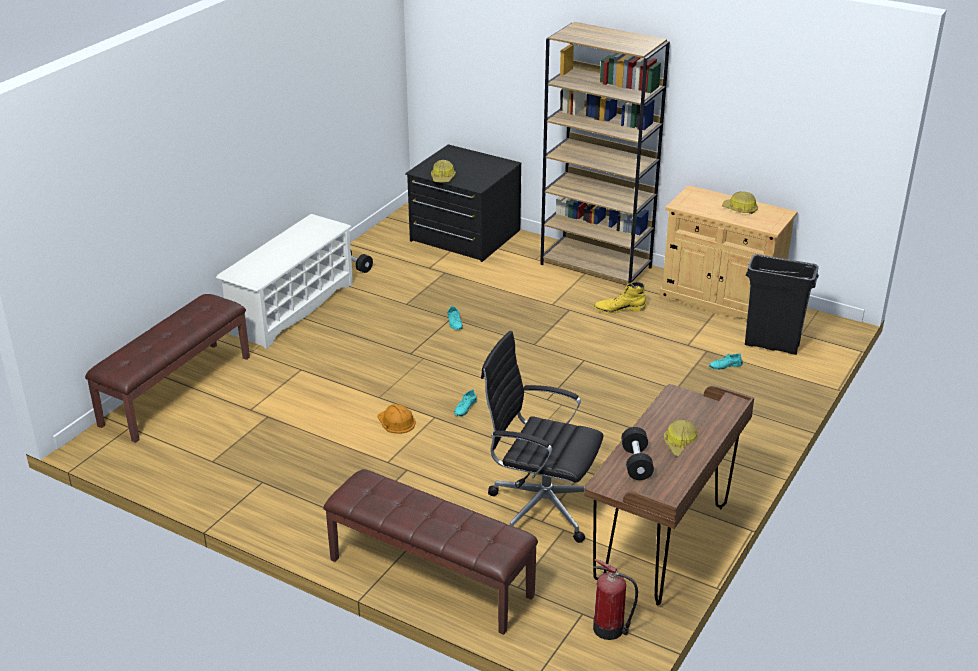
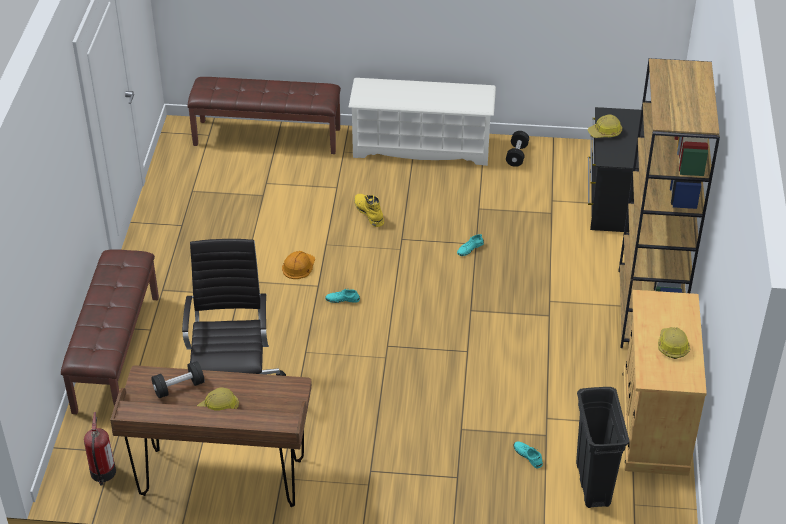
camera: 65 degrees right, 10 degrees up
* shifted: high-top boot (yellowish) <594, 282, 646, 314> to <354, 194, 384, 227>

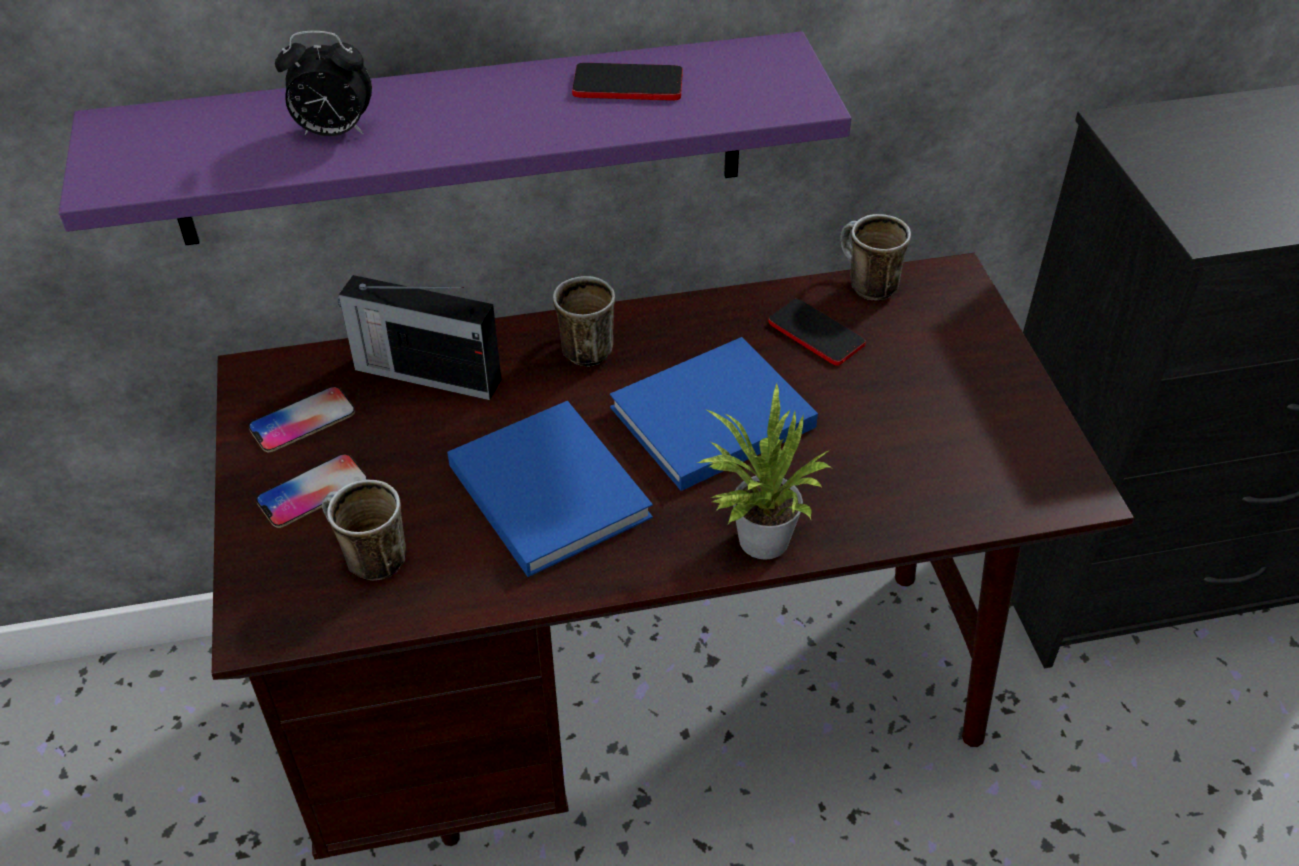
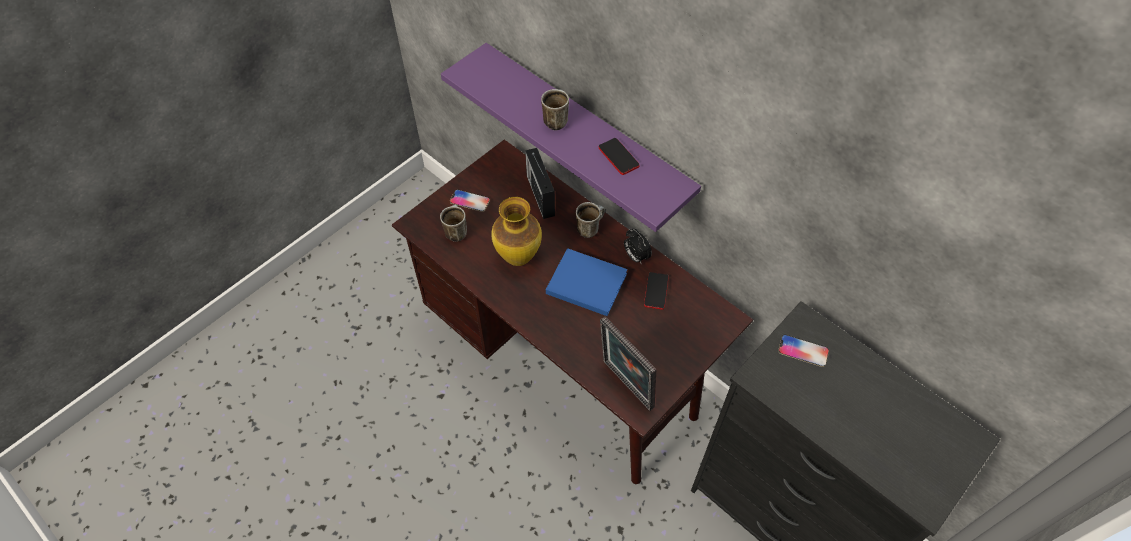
camera: 55 degrees right, 10 degrees up
* gone: houseplant <698, 383, 831, 560>
* new: picture frame <600, 317, 656, 411>
* shifted: handset <248, 386, 355, 452> to <778, 334, 829, 367>
* shifted: bedside clock <275, 31, 372, 136> to <624, 229, 652, 265>
* shifted: coffee mug <840, 214, 911, 300> to <541, 89, 569, 130>
* swapped: book (blue-coloured) <447, 401, 653, 577> to decorative vase <491, 197, 542, 266>

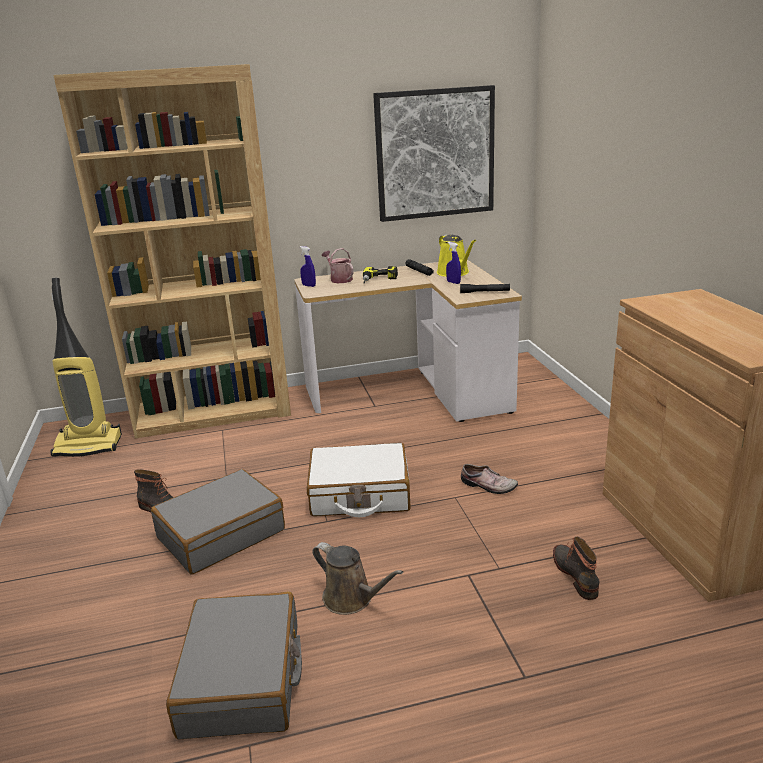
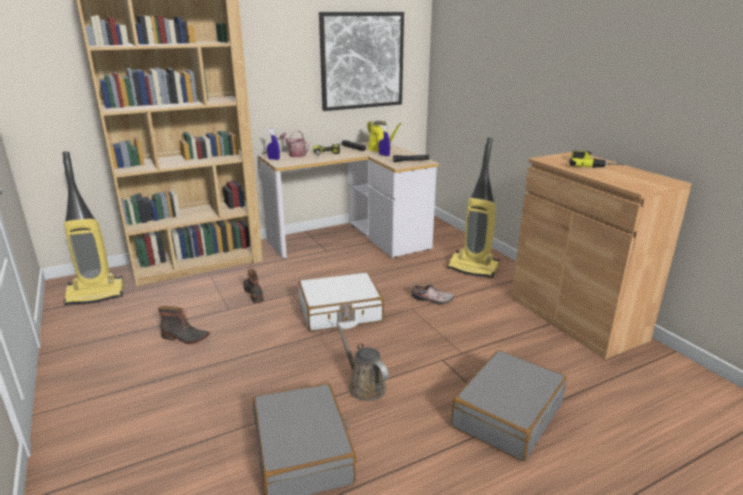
camera: 15 degrees left, 0 degrees up
* new: hoover <447, 138, 500, 278>
* new: electric drill <569, 151, 624, 168>
* shifted: piece of luggage (grey) <151, 469, 285, 574> to <451, 350, 567, 461>
* shifted: high-top boot <553, 537, 599, 600> to <243, 268, 263, 303>
* rotated: watering pot (brown) <313, 542, 403, 615> = <336, 322, 389, 401> 150 degrees counterclockwise

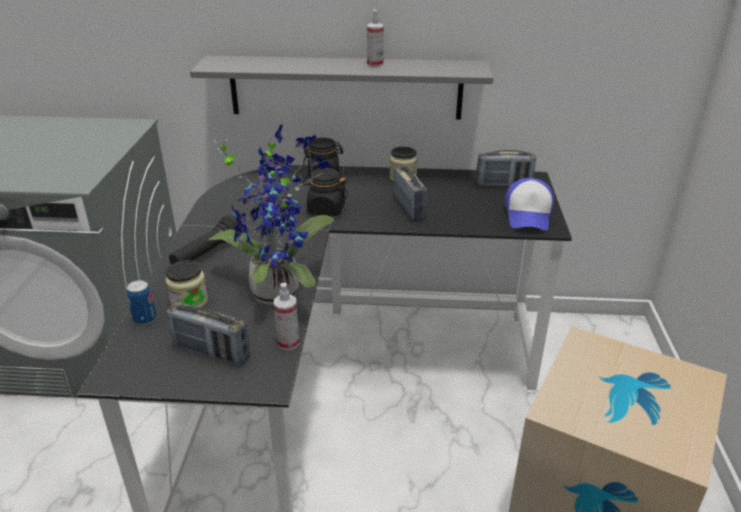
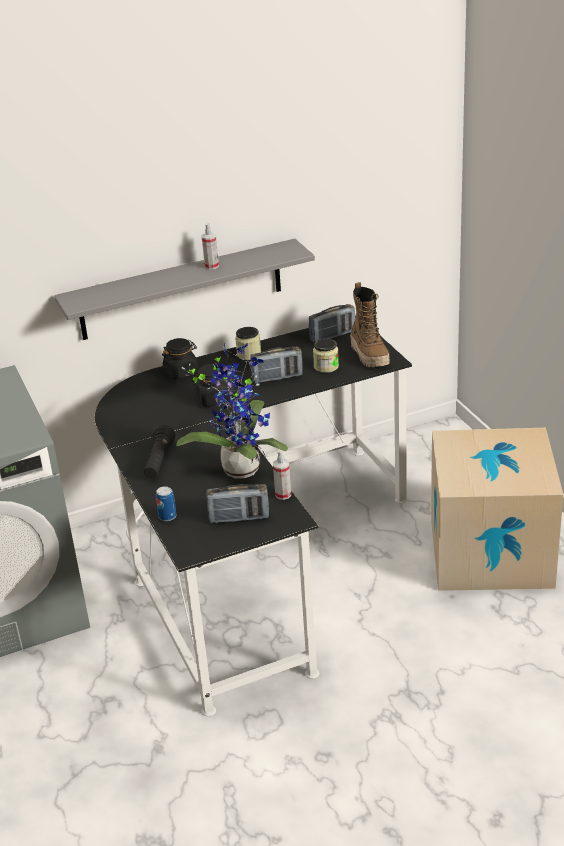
camera: 25 degrees left, 0 degrees up
* shifted: preserve jar <165, 260, 208, 308> to <313, 338, 339, 373>
* swapped: baseball cap <505, 178, 554, 231> to high-top boot <350, 282, 390, 367>
* rotated: radio <394, 165, 427, 221> = <250, 346, 303, 383> 120 degrees clockwise

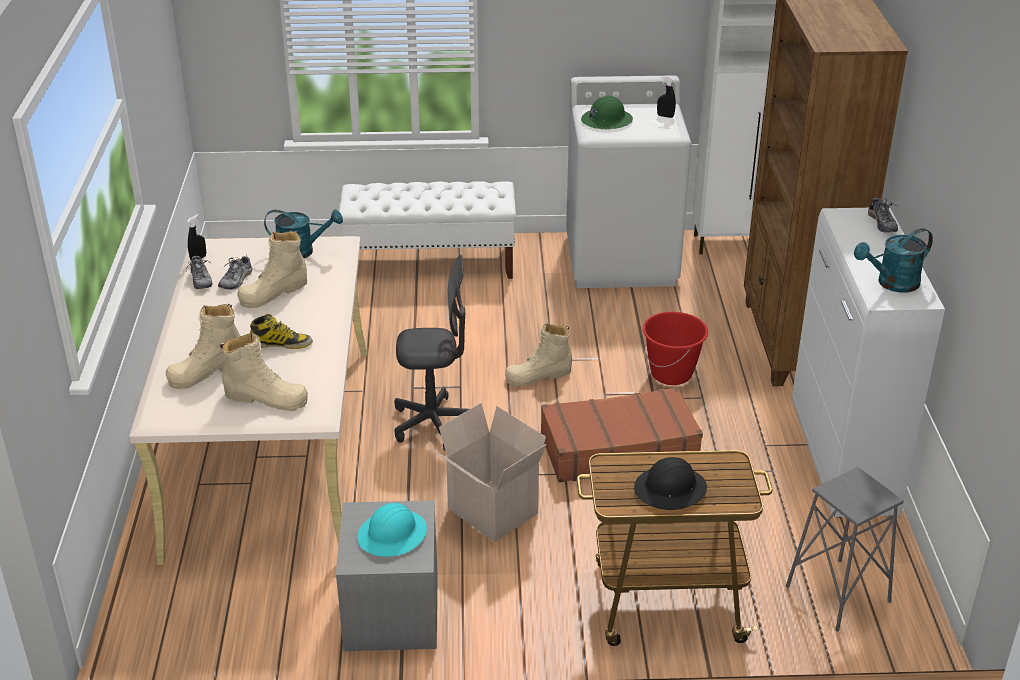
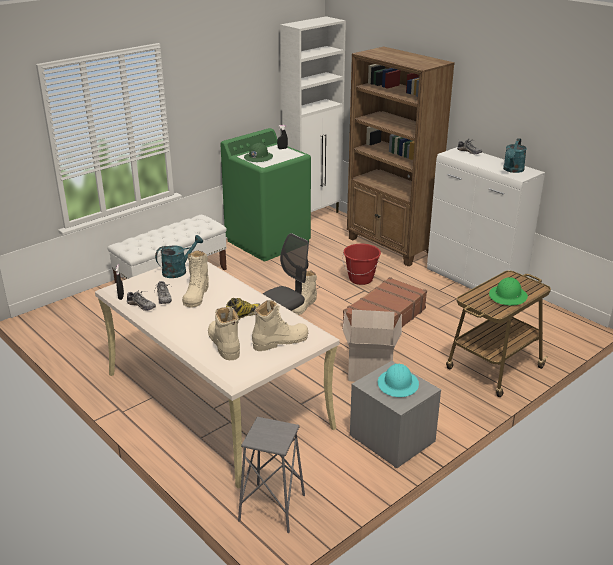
camera: 40 degrees left, 5 degrees down
* shifted: stool seat (grey) <786, 467, 904, 632> to <238, 417, 305, 533>
* repainted: laundry appliance (white) <566, 75, 691, 288> to laundry appliance (greenish) <221, 128, 311, 261>
* repainted: safety helmet (black) <634, 457, 707, 510> to safety helmet (greenish) <489, 277, 528, 306>
* rotated: high-top boot (sand-coloured) <166, 304, 240, 389> = <208, 307, 240, 360> 150 degrees clockwise

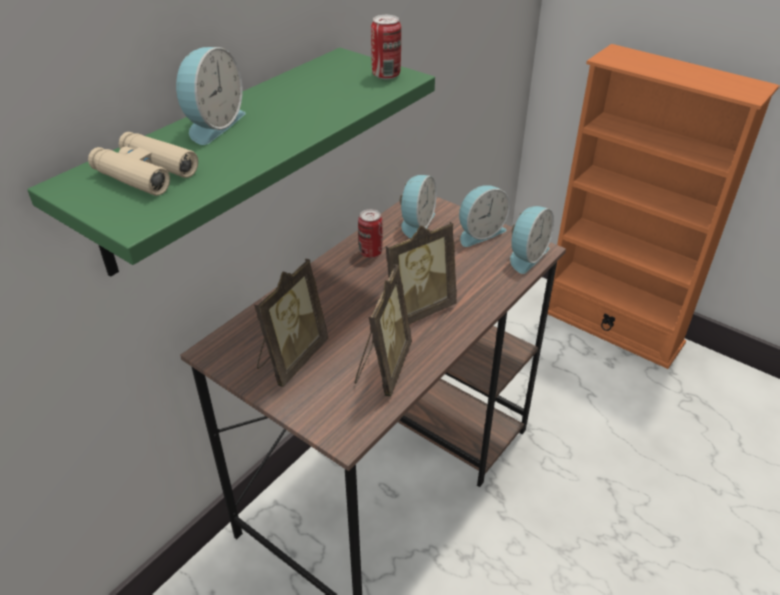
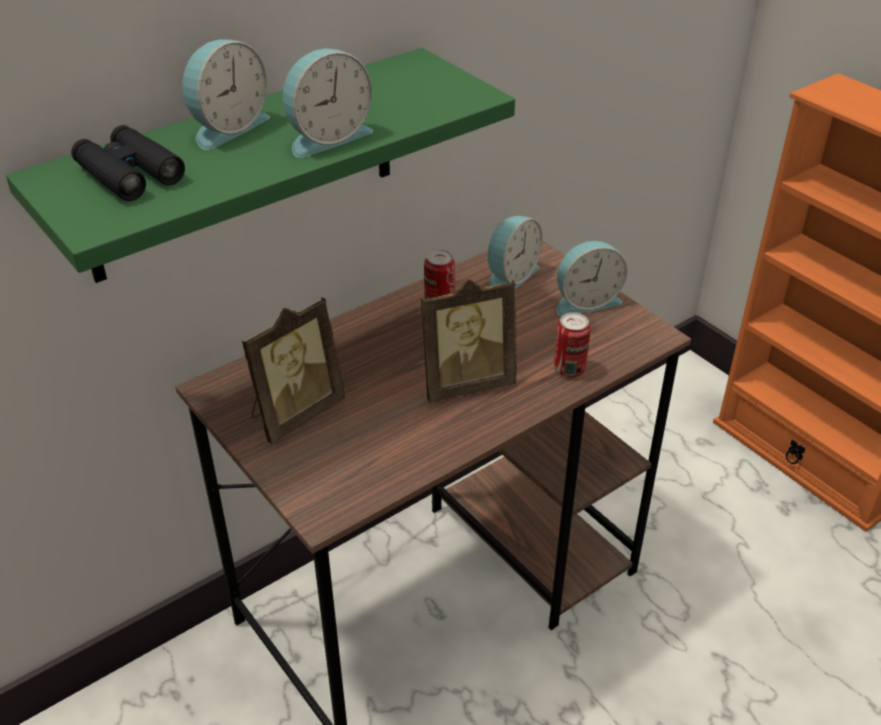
camera: 15 degrees right, 0 degrees up
* gone: picture frame <355, 264, 412, 397>
* shifted: can <371, 15, 401, 79> to <554, 312, 590, 377>
* shifted: bedside clock <510, 206, 554, 274> to <283, 49, 373, 158>
* repainted: field glasses (sand-coloured) <88, 132, 198, 196> to field glasses (black) <71, 125, 185, 201>

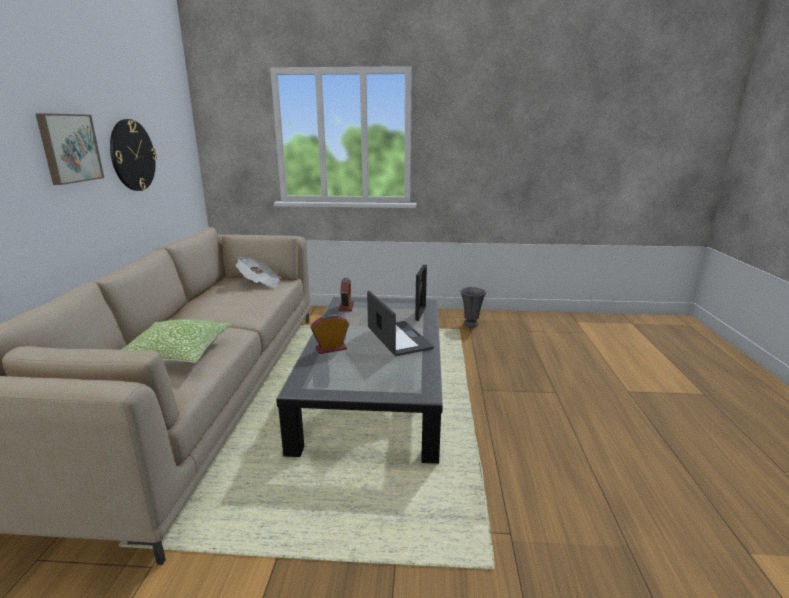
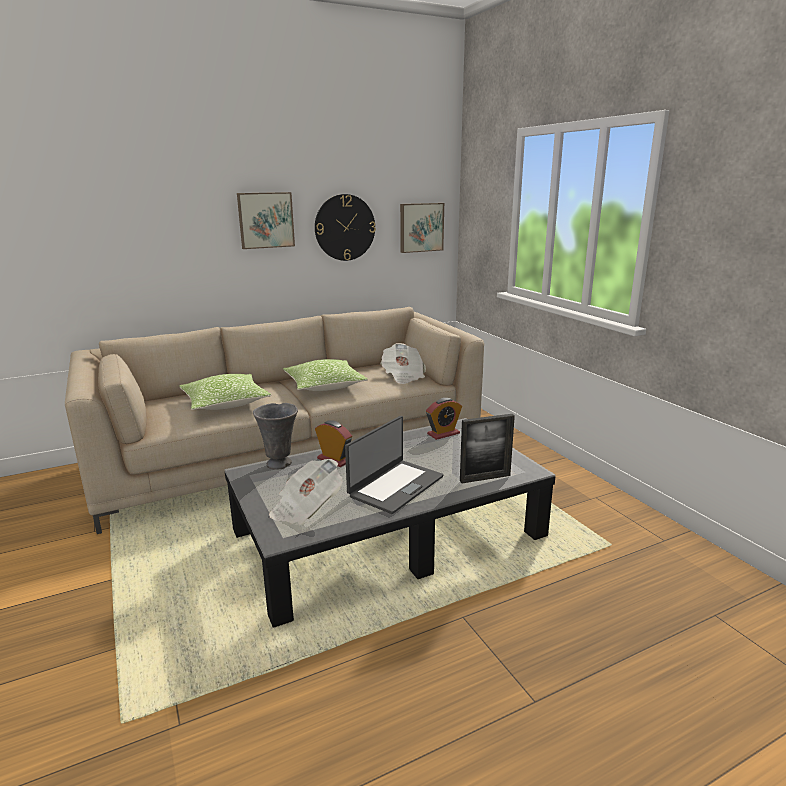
camera: 60 degrees right, 0 degrees up
* new: newspaper <269, 459, 343, 525>
* new: throw pillow <283, 359, 368, 391>
* new: wall picture <400, 203, 444, 253>
* shifted: decorative vase (grey) <460, 287, 486, 327> to <253, 403, 298, 470>

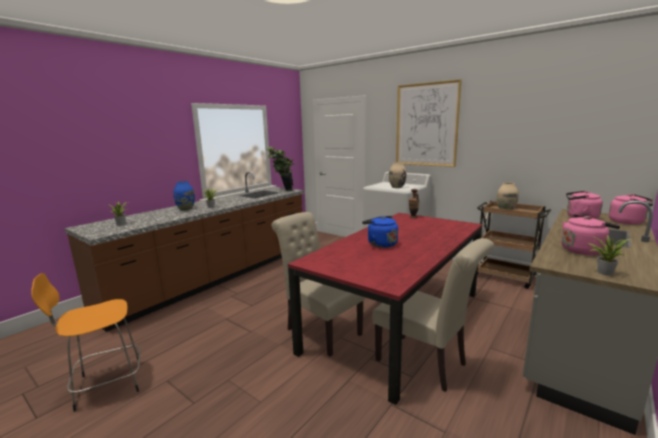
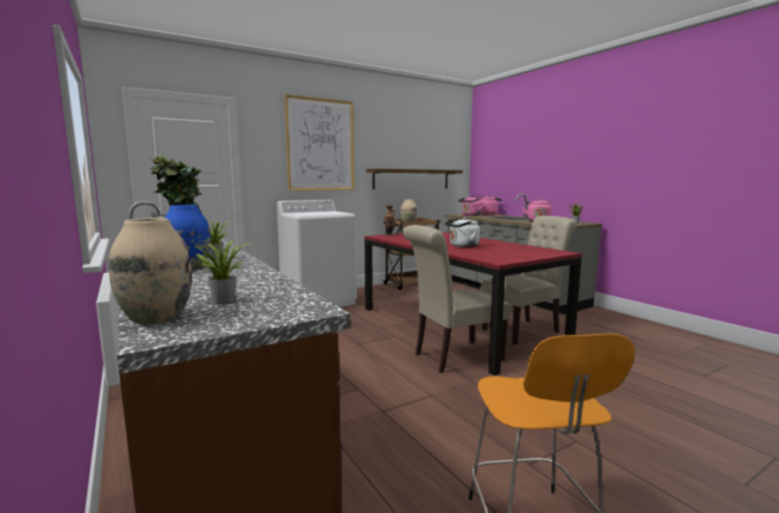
camera: 70 degrees left, 5 degrees down
* new: wall shelf <366, 169, 463, 189>
* shifted: decorative vase (sand-coloured) <389, 162, 407, 188> to <109, 218, 192, 325>
* repainted: tea kettle (blue-coloured) <362, 216, 398, 248> to tea kettle (white) <445, 218, 480, 247>

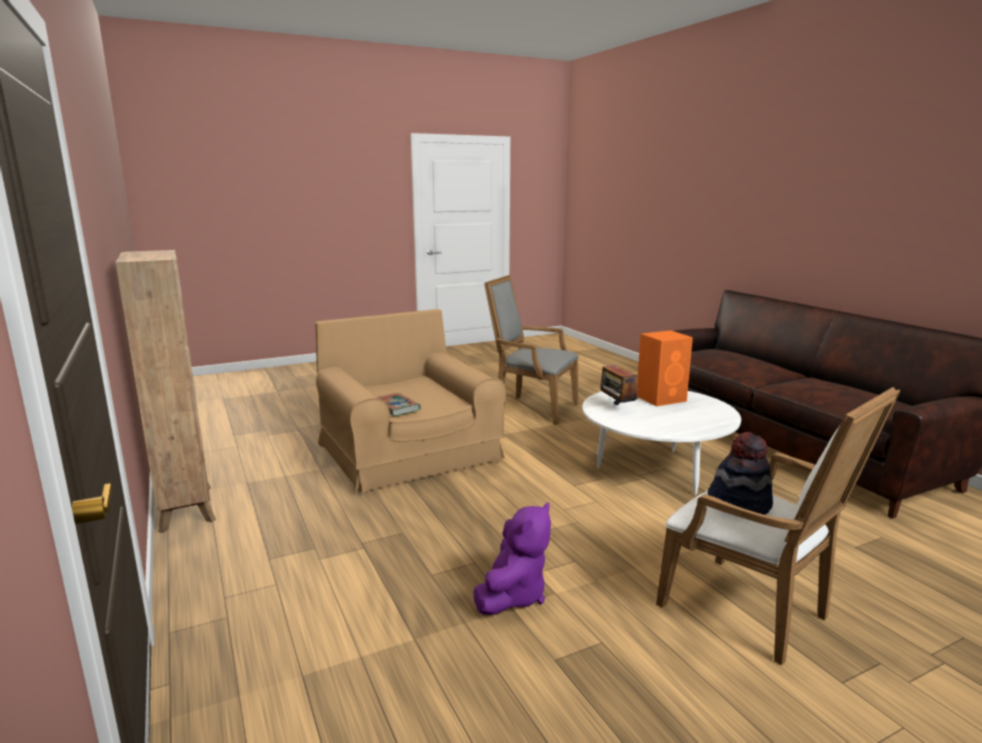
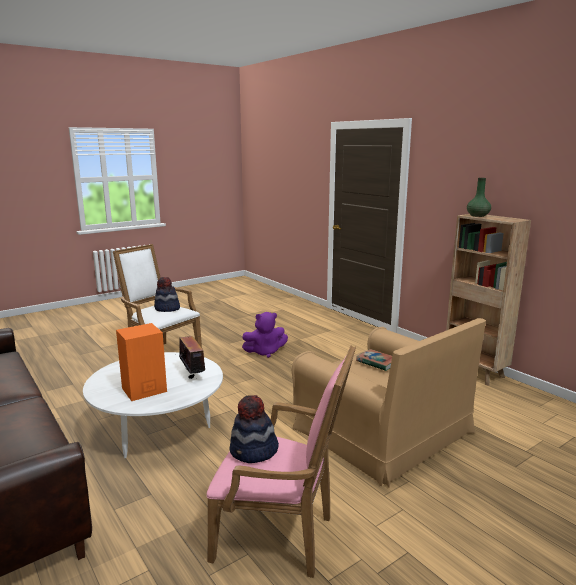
camera: 170 degrees right, 0 degrees up
* new: wearable hat <230, 395, 279, 463>
* new: decorative vase (greenish) <467, 178, 491, 217>
* repainted: lounge chair (grey) <484, 275, 579, 425> to lounge chair (pinkish) <207, 345, 356, 578>
* rotated: soft toy (purple-coloured) <473, 503, 551, 615> = <242, 312, 288, 358> 120 degrees counterclockwise

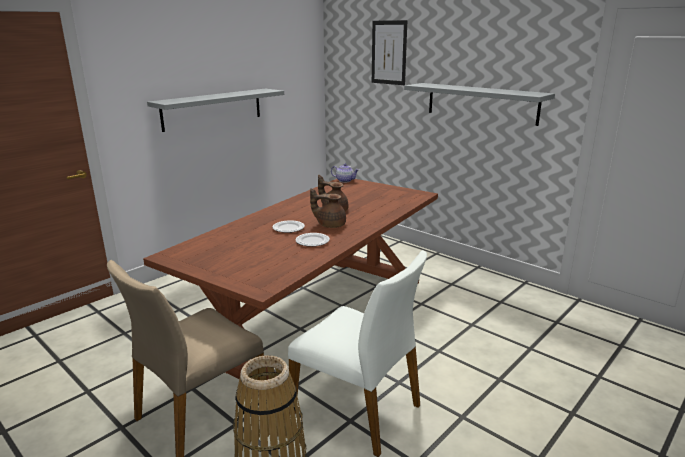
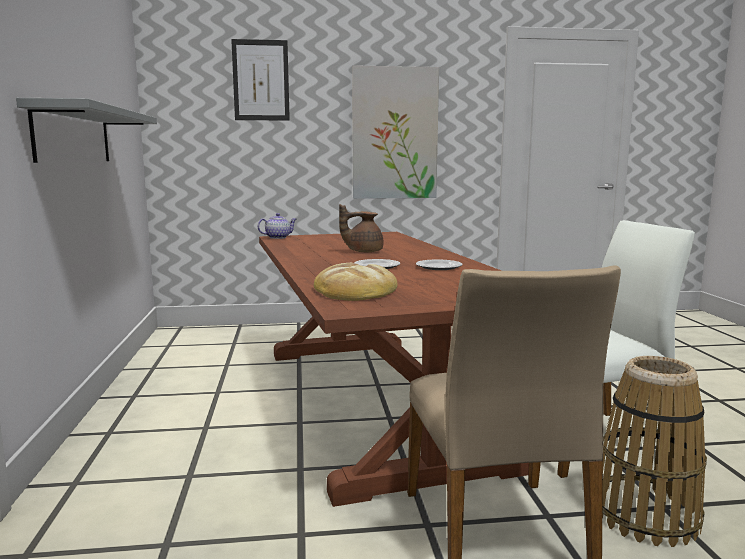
camera: 50 degrees left, 10 degrees down
* gone: teapot (brown) <310, 188, 346, 228>
* new: bread <314, 263, 398, 301>
* swapped: wall shelf (grey) <404, 83, 555, 126> to wall picture <352, 65, 439, 199>

